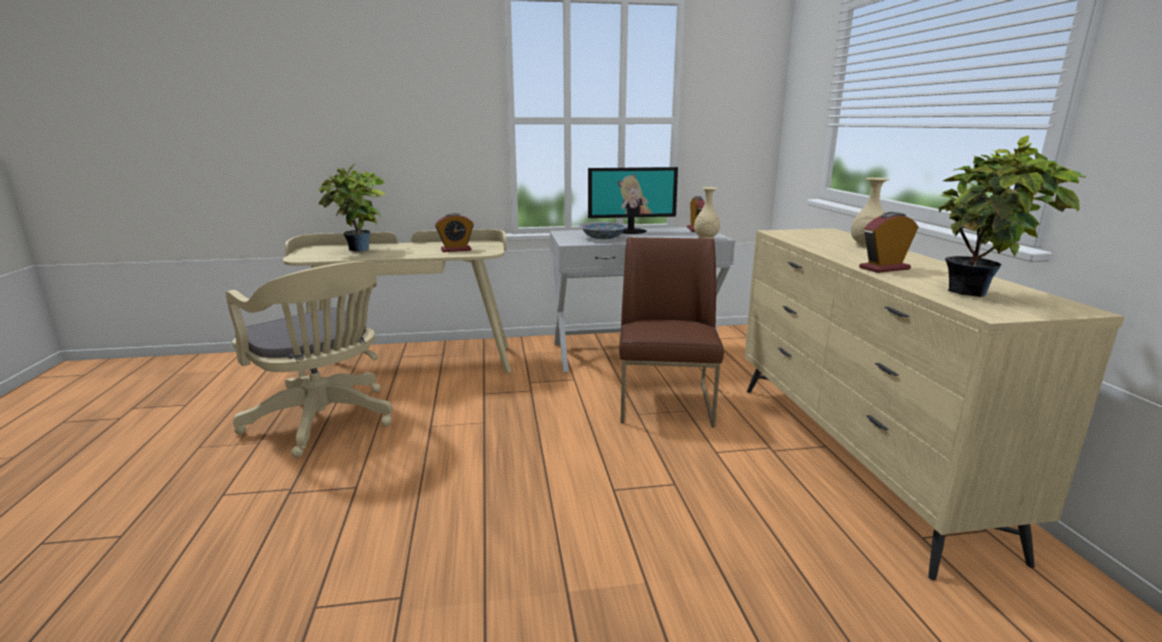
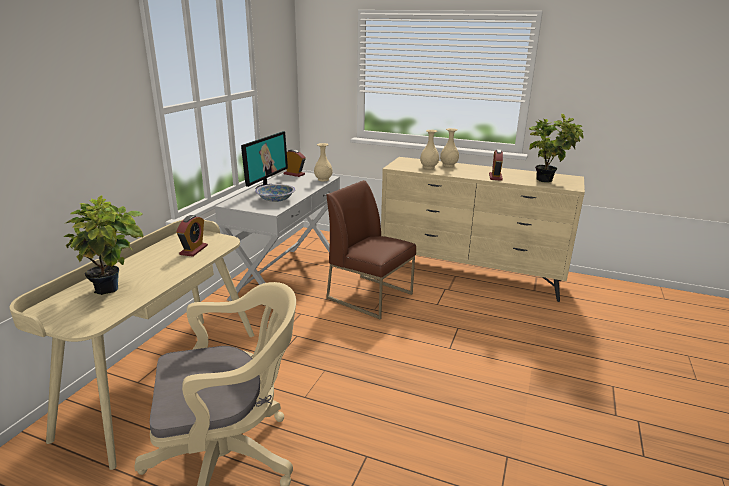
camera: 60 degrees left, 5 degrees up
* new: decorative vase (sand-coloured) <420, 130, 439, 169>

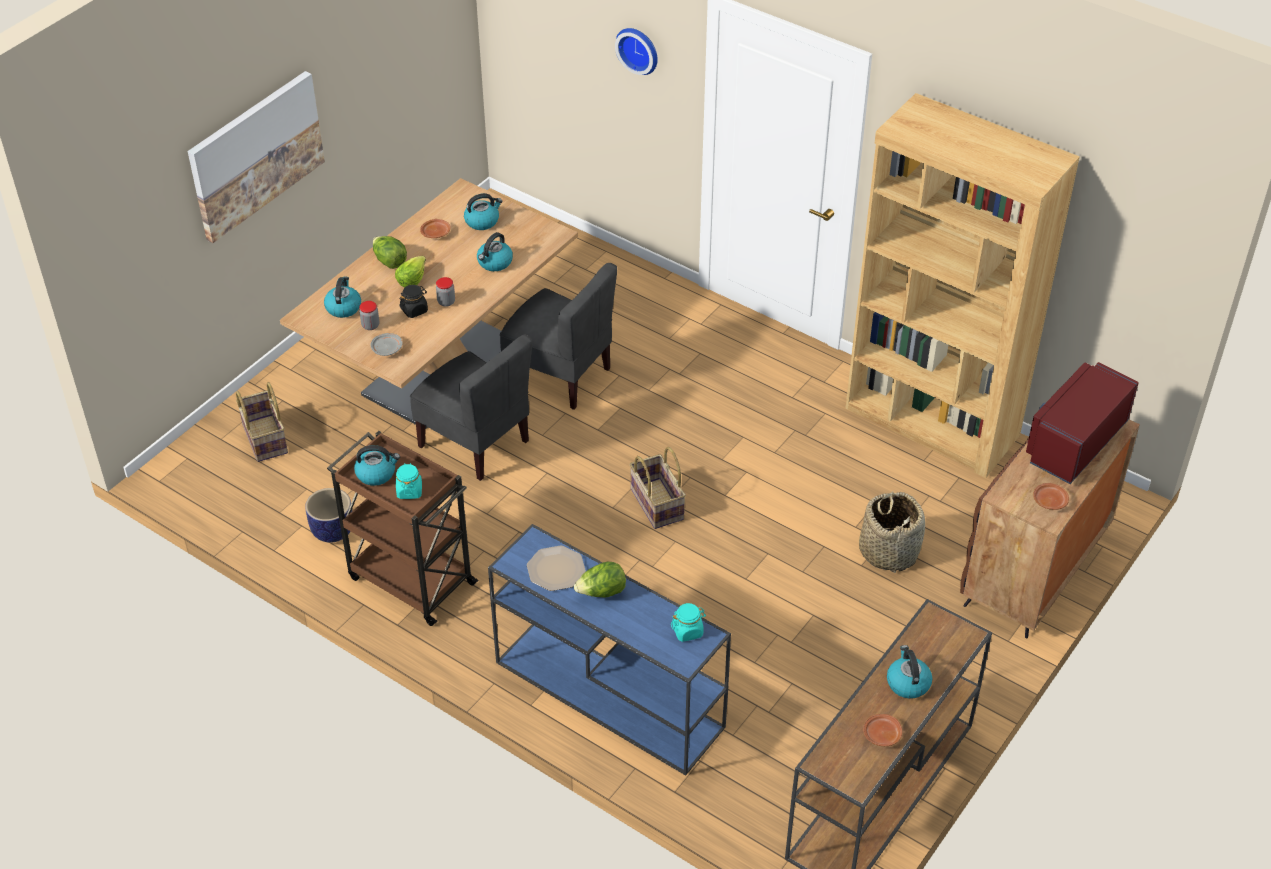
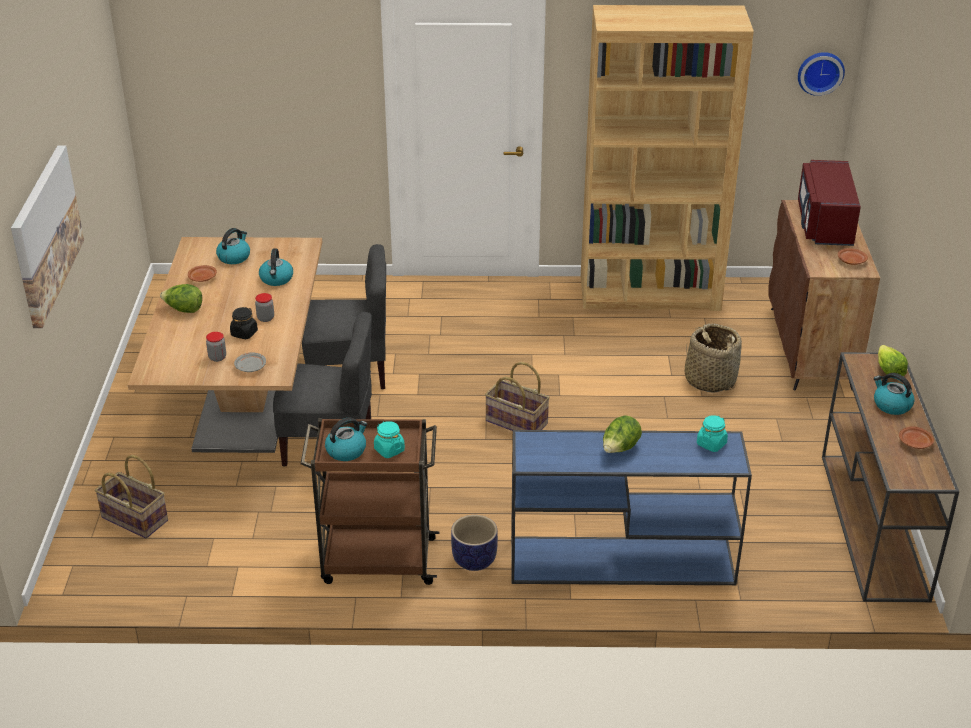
camera: 35 degrees left, 10 degrees down
* gone: tea kettle <324, 277, 361, 318>
* gone: flat dish <527, 545, 586, 591>
* shifted: planter <305, 488, 352, 543> to <451, 515, 498, 571>
* shifted: lettuce head <395, 256, 426, 288> to <878, 345, 908, 376>
* shifted: wall clock <615, 28, 658, 75> to <798, 52, 845, 96>

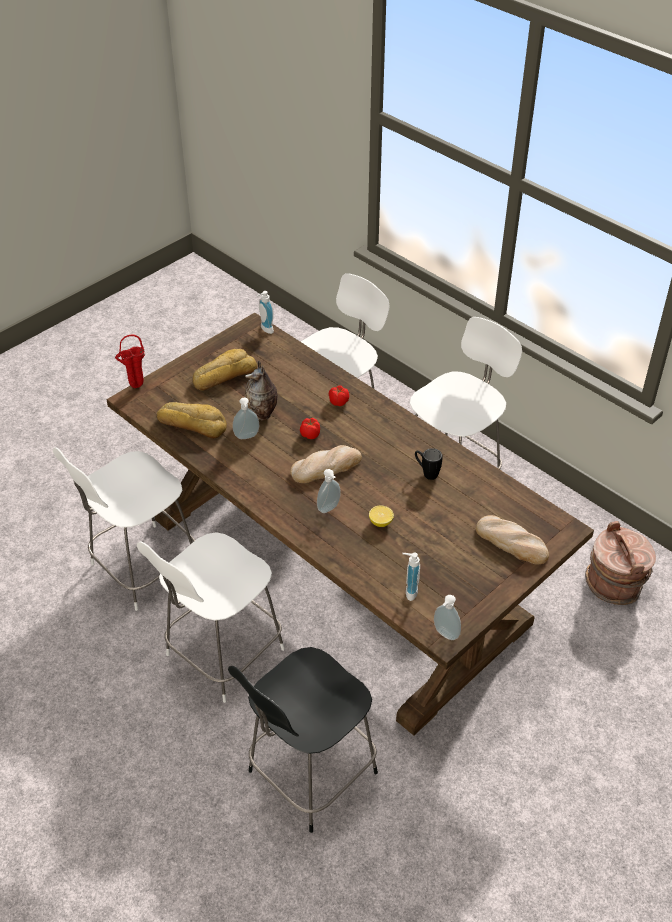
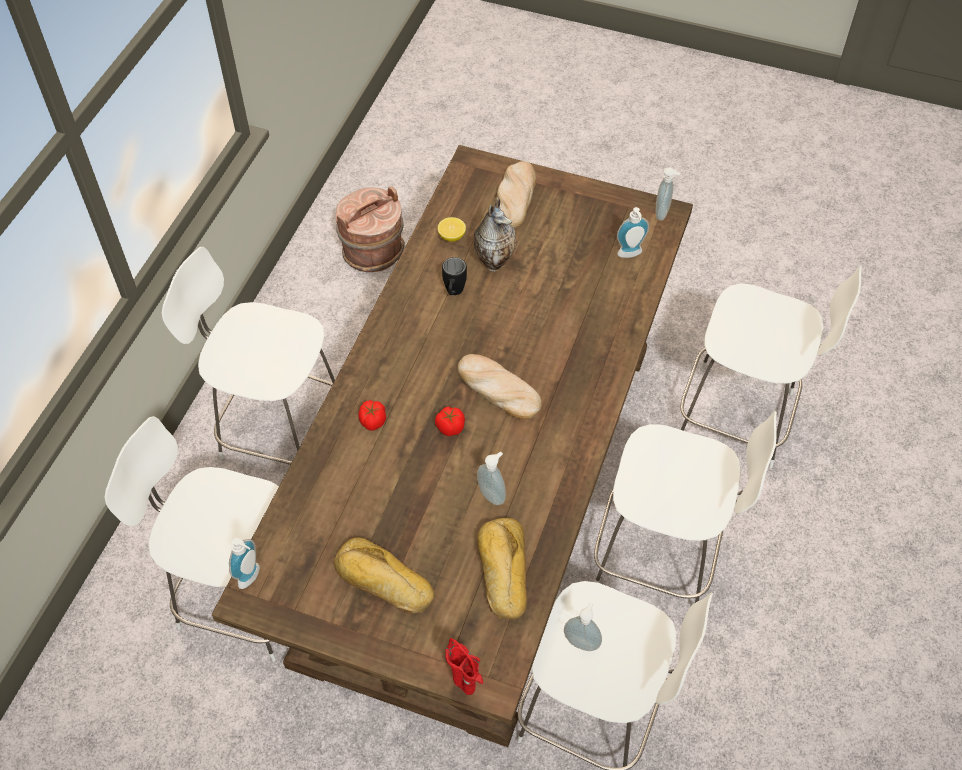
camera: 115 degrees left, 10 degrees up
* shifted: decorative vase <245, 360, 277, 420> to <474, 199, 516, 272>
* shifted: liquid soap bottle <317, 469, 341, 513> to <564, 602, 602, 651>
* shifted: citrus fruit <369, 505, 394, 527> to <437, 217, 466, 242>
* repainted: stool seat (black) <228, 647, 378, 833> to stool seat (white) <680, 266, 862, 468>

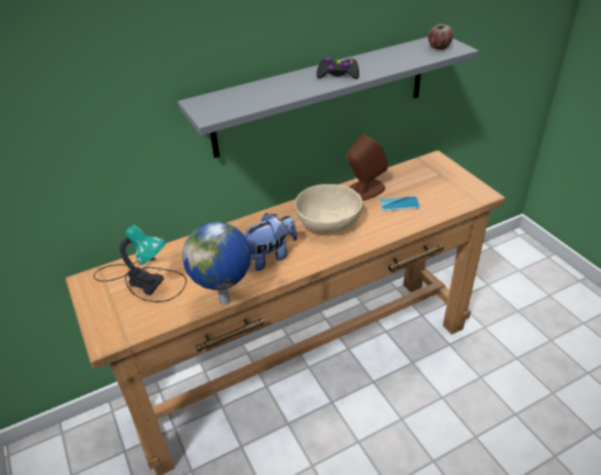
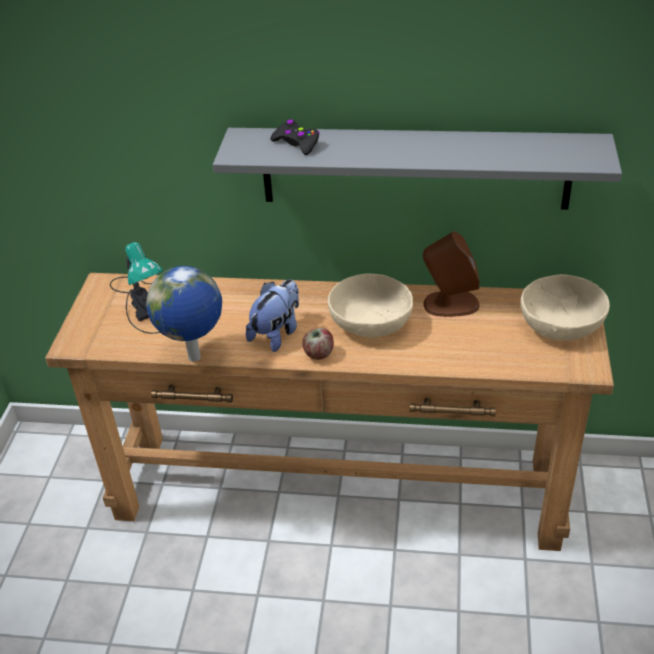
camera: 35 degrees right, 0 degrees up
* gone: handset <379, 196, 421, 211>
* new: deep dish (sand-coloured) <521, 274, 610, 341>
* shifted: joypad (black) <317, 57, 359, 79> to <270, 120, 320, 155>
* shifted: apple fruit <428, 24, 453, 50> to <302, 328, 334, 360>
* rotated: soft toy <244, 213, 297, 271> = <246, 279, 299, 352> 60 degrees counterclockwise

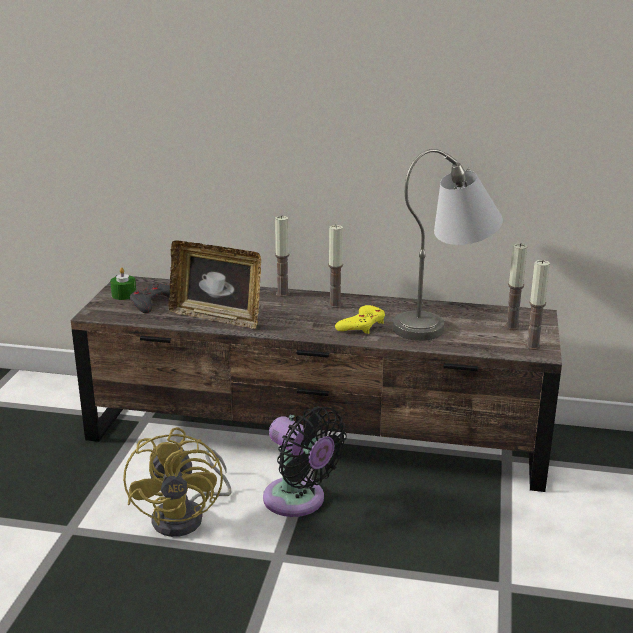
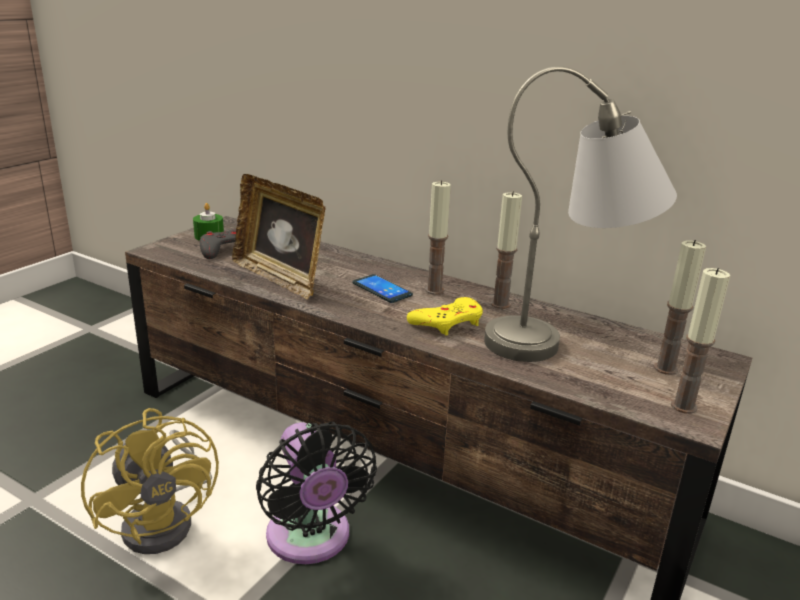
camera: 20 degrees right, 0 degrees up
* new: handset <353, 274, 413, 303>
* shifted: wax light <275, 215, 290, 297> to <491, 191, 522, 309>
* rotated: cooling fan (yellowish) <123, 427, 231, 537> = <81, 408, 219, 554> 45 degrees counterclockwise

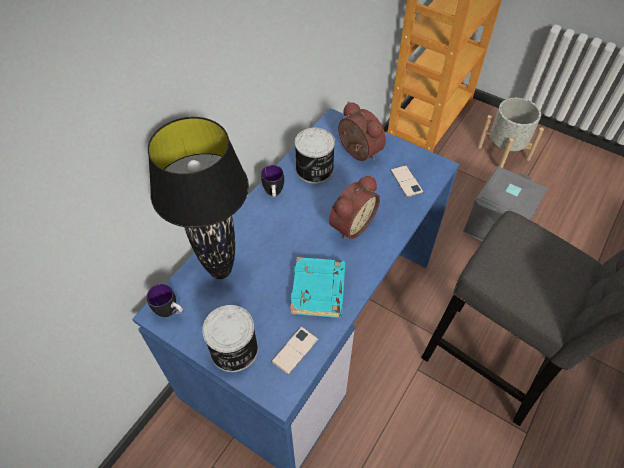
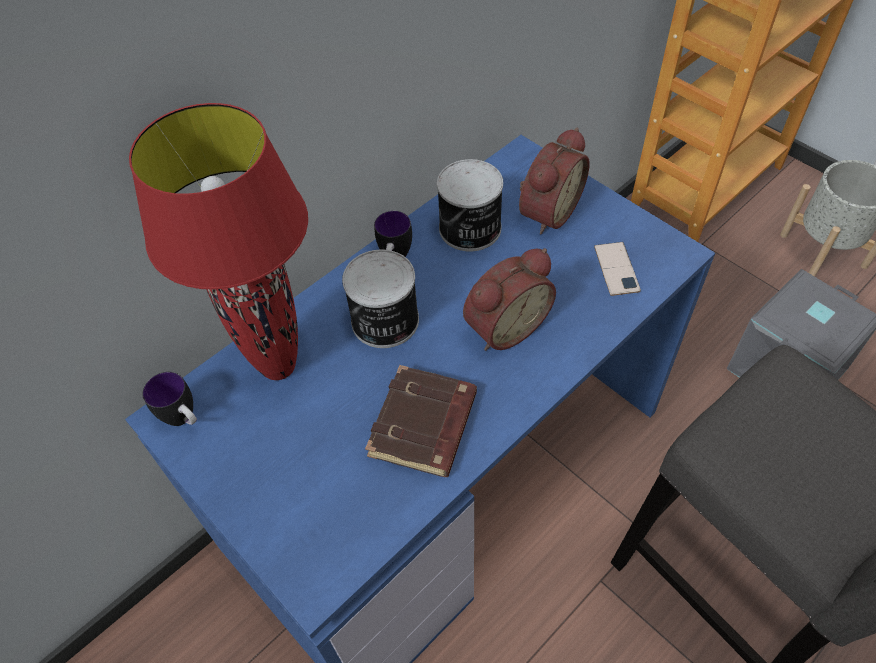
camera: 15 degrees right, 0 degrees up
* gone: handset <271, 327, 318, 375>
* shifted: can <202, 305, 258, 372> to <342, 250, 419, 348>
* repainted: table lamp (black) <148, 117, 249, 279> to table lamp (red-coloured) <129, 103, 308, 380>
* repainted: book (blue-green) <290, 257, 345, 318> to book (brown) <365, 365, 477, 477>
* rotated: bedside clock <338, 101, 386, 161> = <519, 128, 590, 235> 60 degrees clockwise

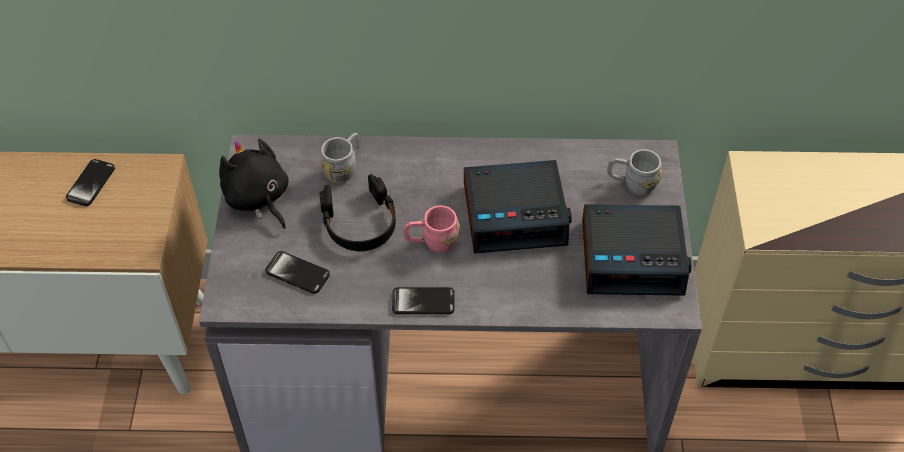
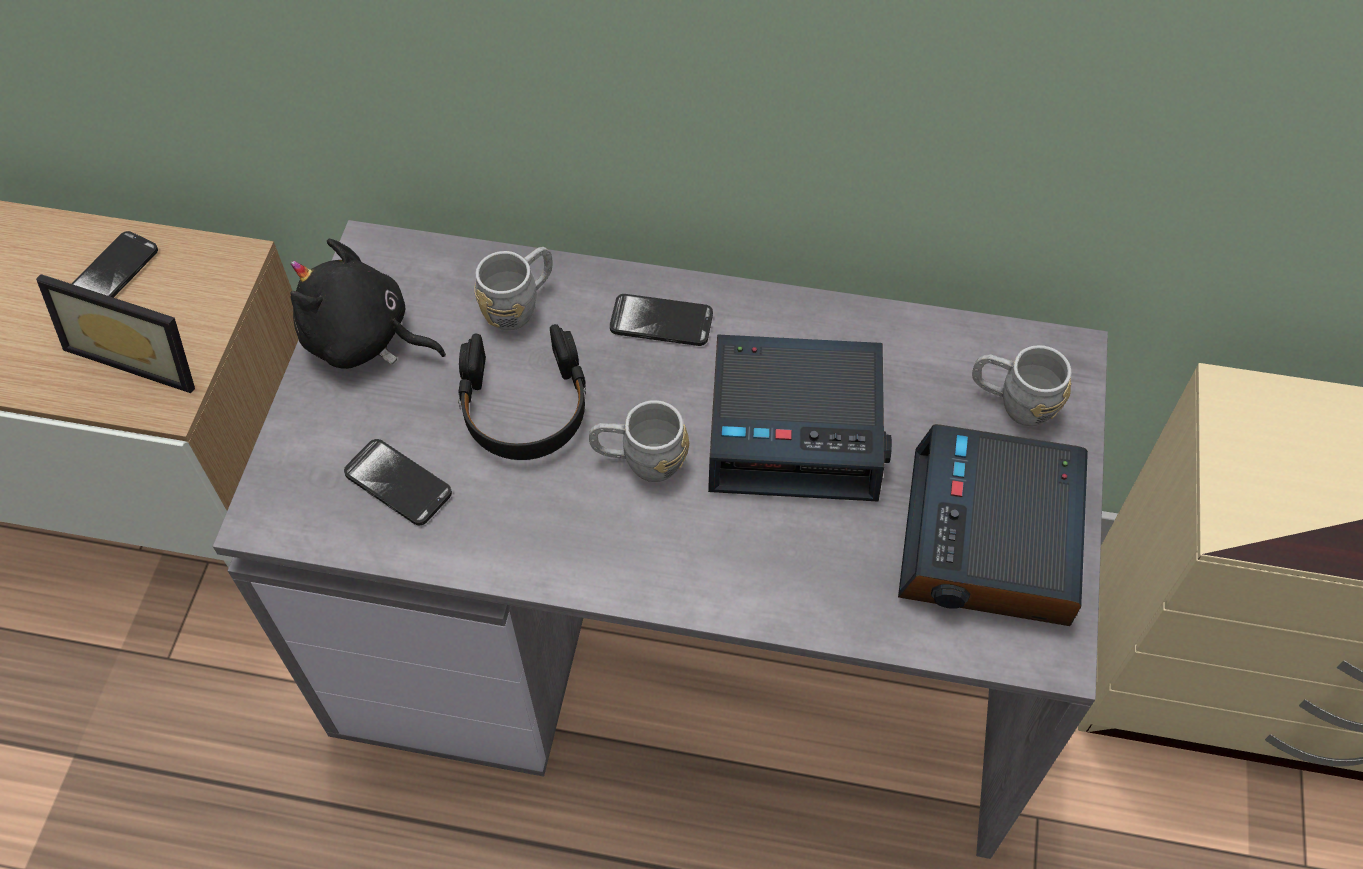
camera: 10 degrees right, 5 degrees up
* new: picture frame <36, 274, 195, 393>
* shifted: handset <392, 287, 455, 314> to <610, 294, 713, 346>
* repainted: coffee mug (pinkish) <404, 205, 460, 253> to coffee mug (grey) <589, 400, 689, 482>
* rotated: soft toy (black) <219, 139, 289, 229> = <290, 239, 446, 369> 45 degrees counterclockwise
* rotated: bedside clock <582, 204, 692, 296> = <898, 424, 1088, 626> 90 degrees clockwise

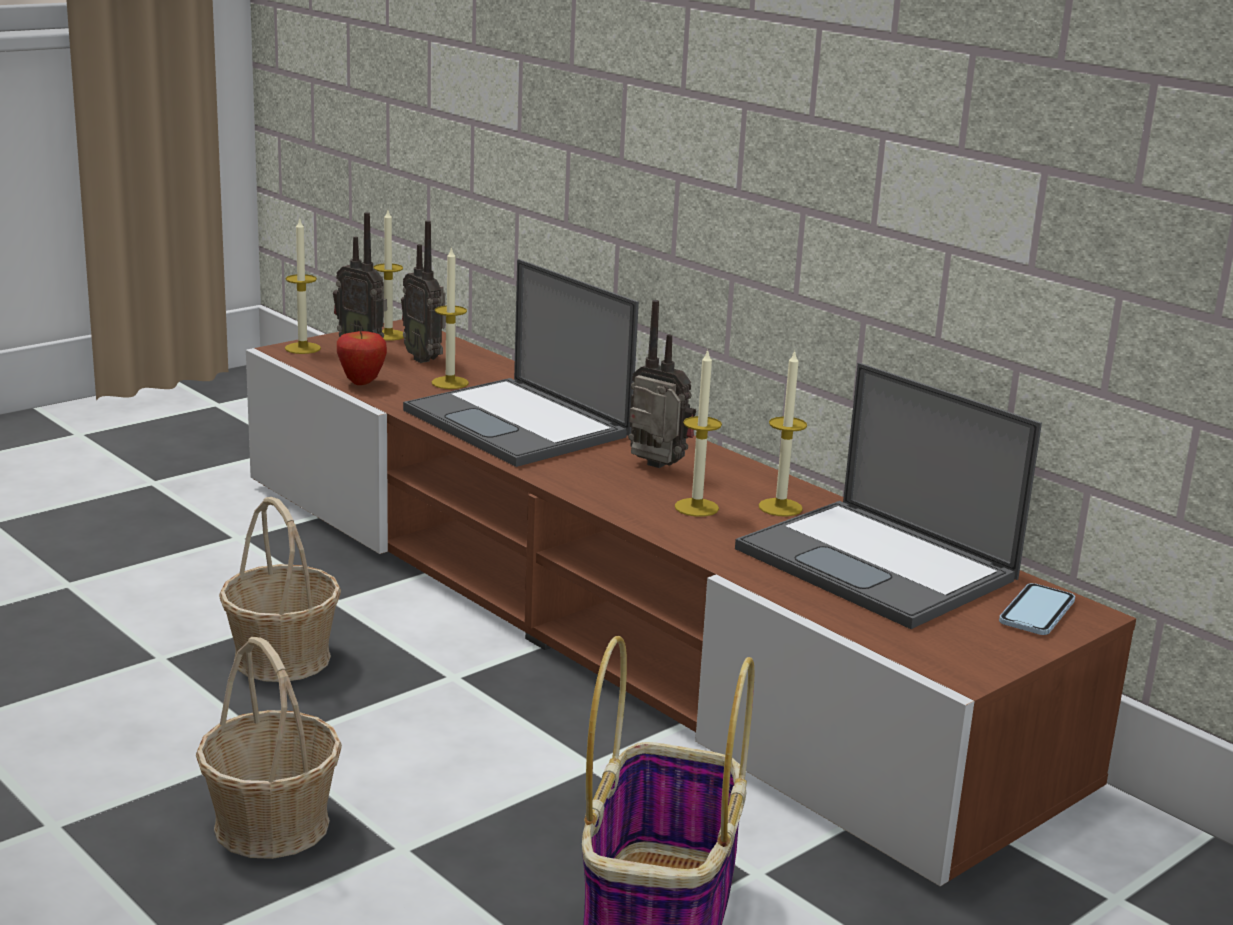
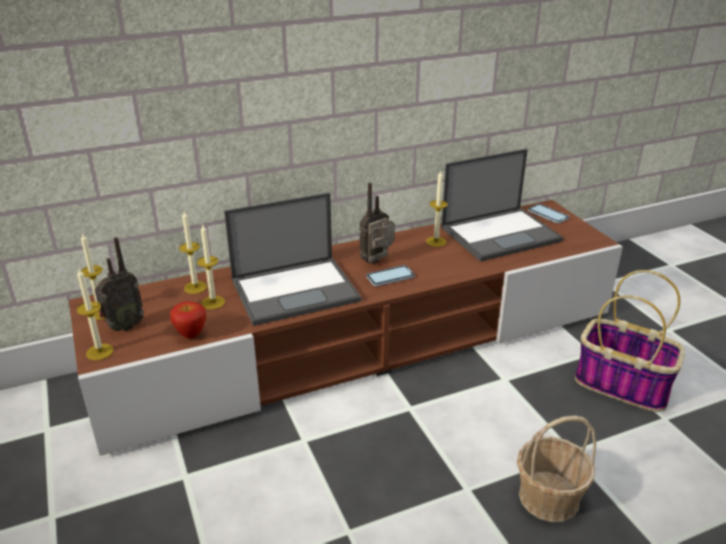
camera: 70 degrees left, 10 degrees up
* gone: storage basket <219, 497, 341, 682>
* gone: radio <401, 220, 446, 363>
* new: handset <366, 265, 414, 286>
* shifted: wax light <675, 350, 722, 517> to <179, 211, 207, 294>

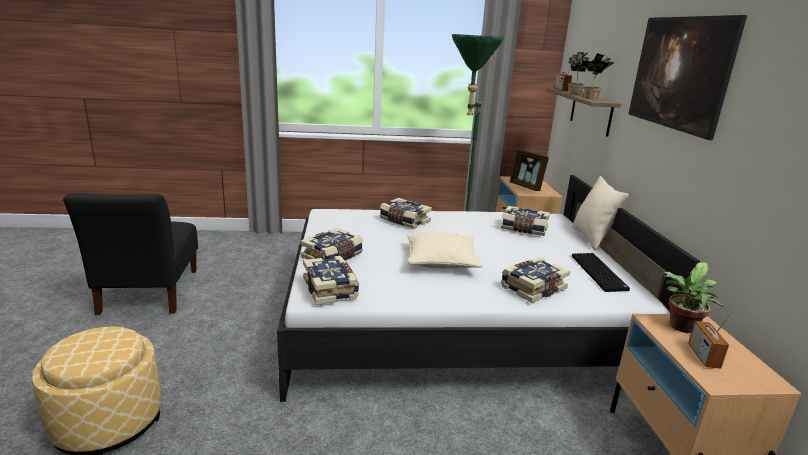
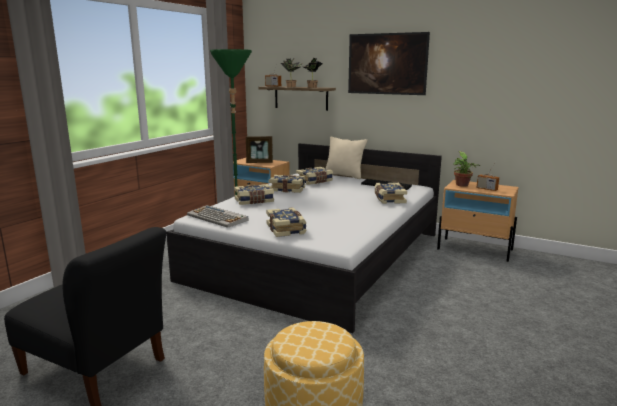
camera: 55 degrees left, 5 degrees down
* gone: throw pillow (sand-coloured) <407, 231, 483, 268>
* new: computer keyboard <187, 205, 249, 228>
* shifted: book <303, 256, 359, 305> to <269, 175, 305, 193>

